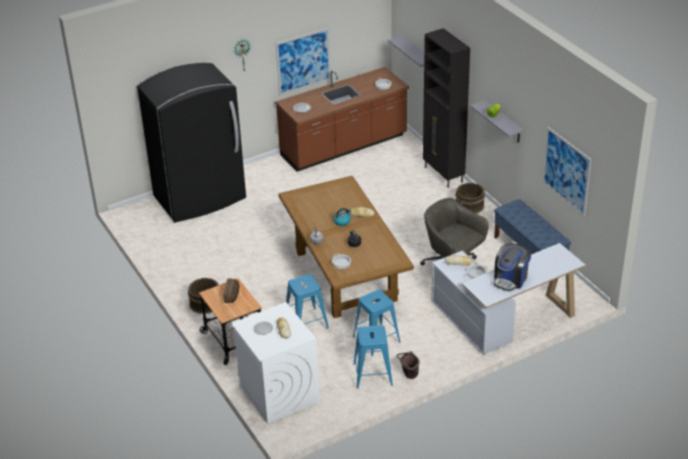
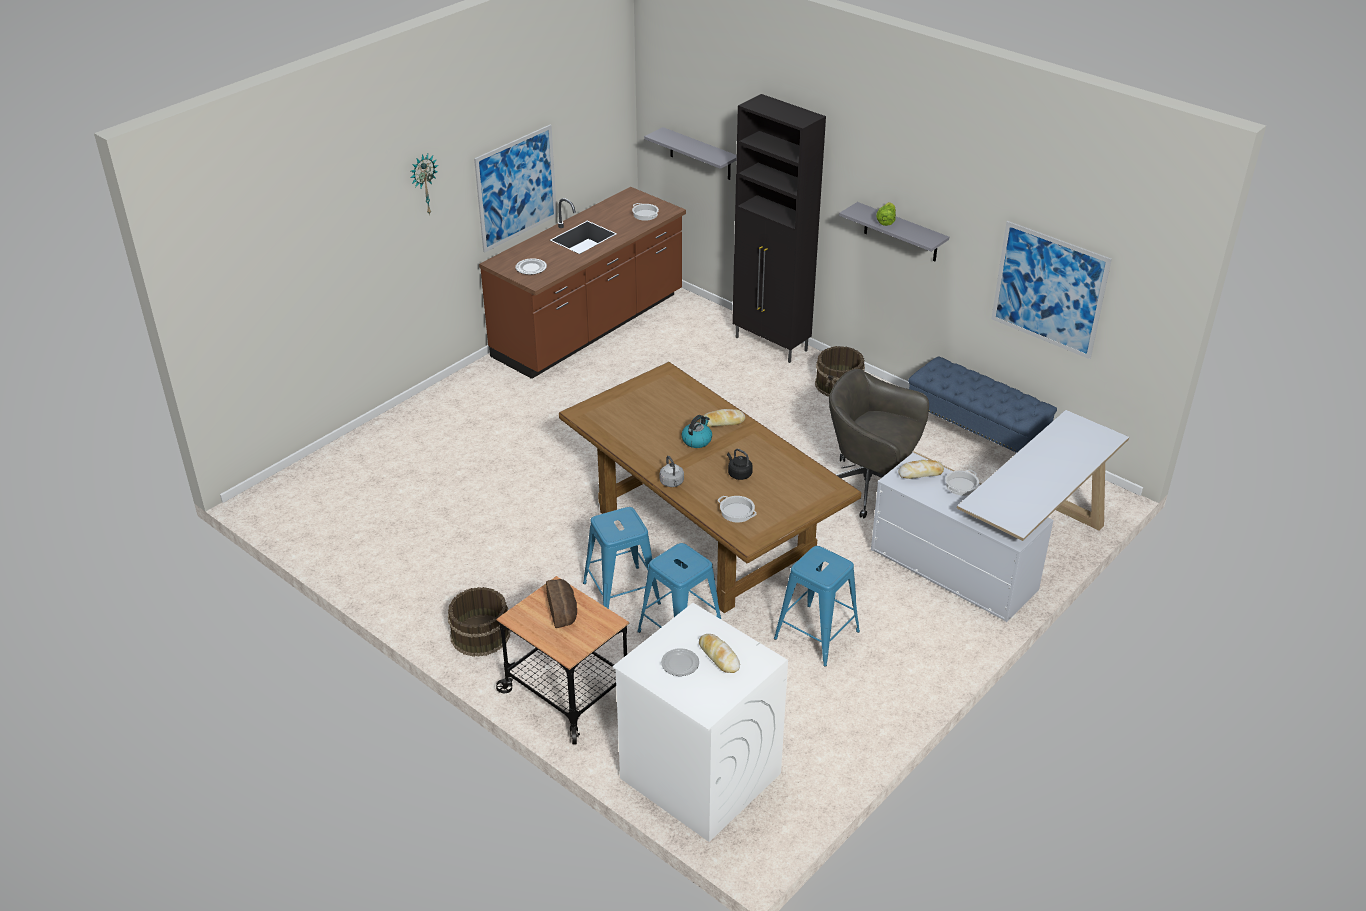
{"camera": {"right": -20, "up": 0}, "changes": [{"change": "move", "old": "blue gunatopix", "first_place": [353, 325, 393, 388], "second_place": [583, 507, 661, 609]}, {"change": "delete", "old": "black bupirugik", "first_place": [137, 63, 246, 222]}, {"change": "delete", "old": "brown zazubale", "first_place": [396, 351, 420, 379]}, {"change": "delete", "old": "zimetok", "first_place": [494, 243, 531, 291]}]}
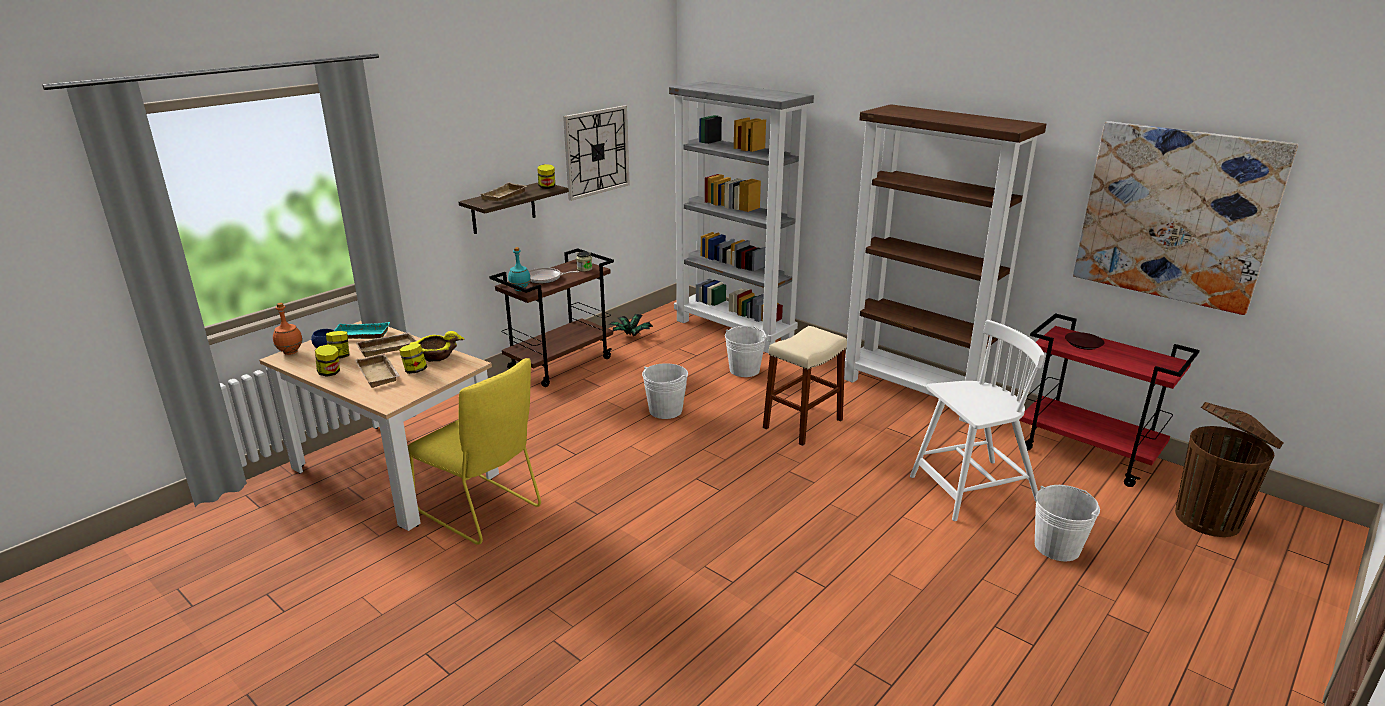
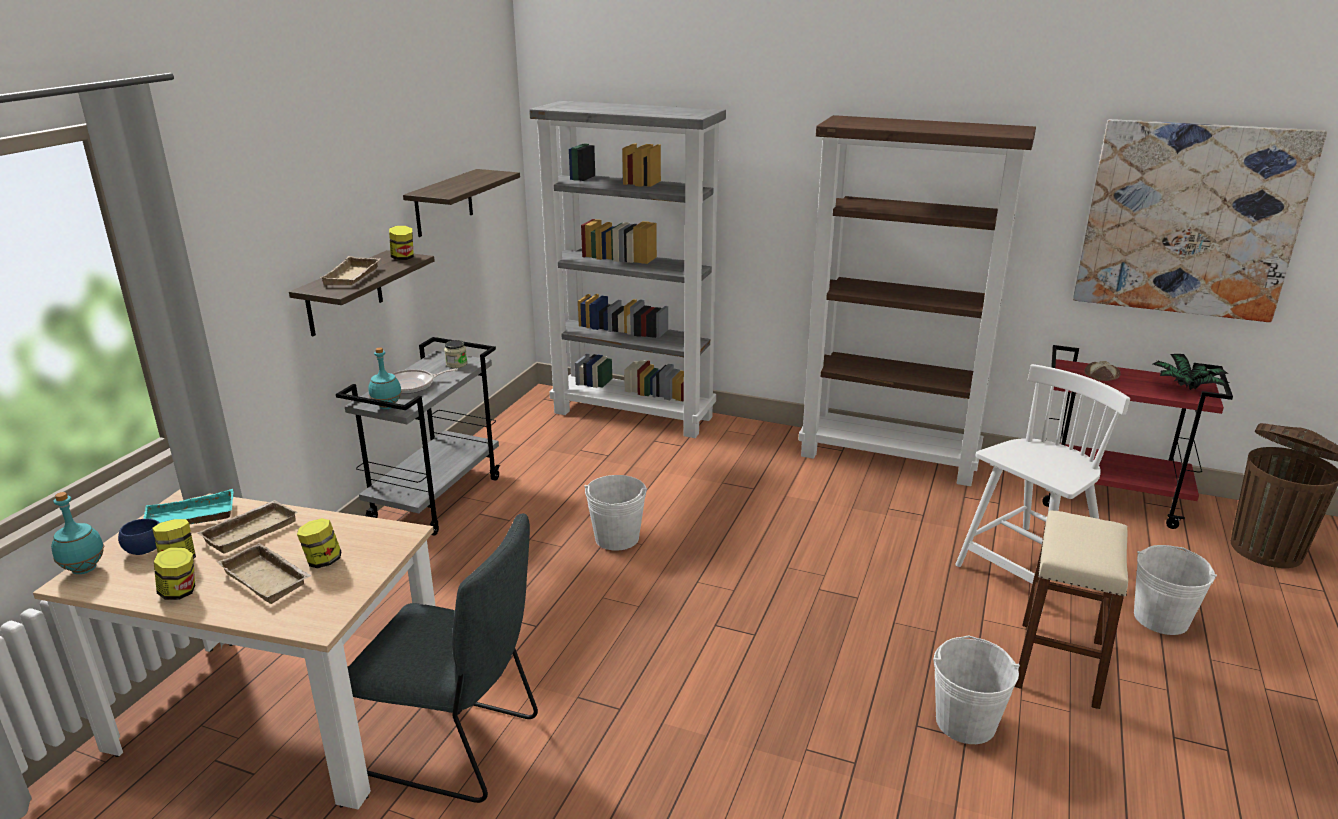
{"camera": {"right": -20, "up": 0}, "changes": [{"change": "recolor", "old": "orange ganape", "new": "turquoise ganape", "first_place": [273, 303, 303, 355], "second_place": [51, 492, 104, 574]}, {"change": "recolor", "old": "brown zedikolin", "new": "grey zedikolin", "first_place": [489, 248, 614, 387], "second_place": [336, 337, 500, 536]}, {"change": "recolor", "old": "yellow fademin", "new": "grey fademin", "first_place": [408, 358, 541, 545], "second_place": [348, 513, 538, 803]}, {"change": "replace", "old": "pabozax", "new": "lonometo", "first_place": [563, 105, 630, 201], "second_place": [403, 169, 520, 237]}, {"change": "move", "old": "white zazubale", "first_place": [725, 326, 767, 377], "second_place": [933, 636, 1020, 744]}, {"change": "move", "old": "beige gunatopix", "first_place": [763, 326, 847, 446], "second_place": [1014, 510, 1128, 709]}, {"change": "replace", "old": "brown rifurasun", "new": "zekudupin", "first_place": [1065, 332, 1105, 350], "second_place": [1085, 361, 1121, 381]}, {"change": "move", "old": "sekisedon", "first_place": [609, 314, 653, 336], "second_place": [1153, 354, 1229, 390]}, {"change": "delete", "old": "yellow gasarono", "first_place": [410, 331, 464, 362]}]}
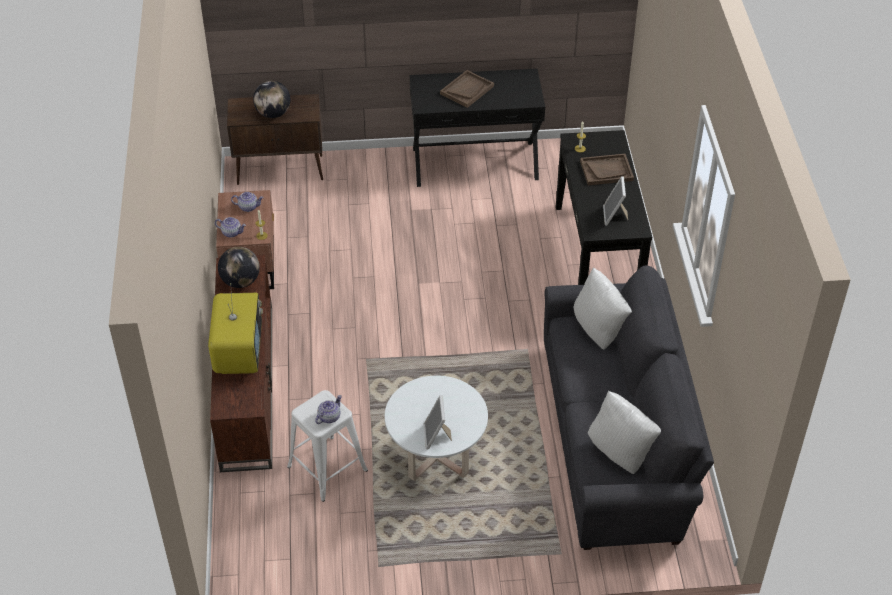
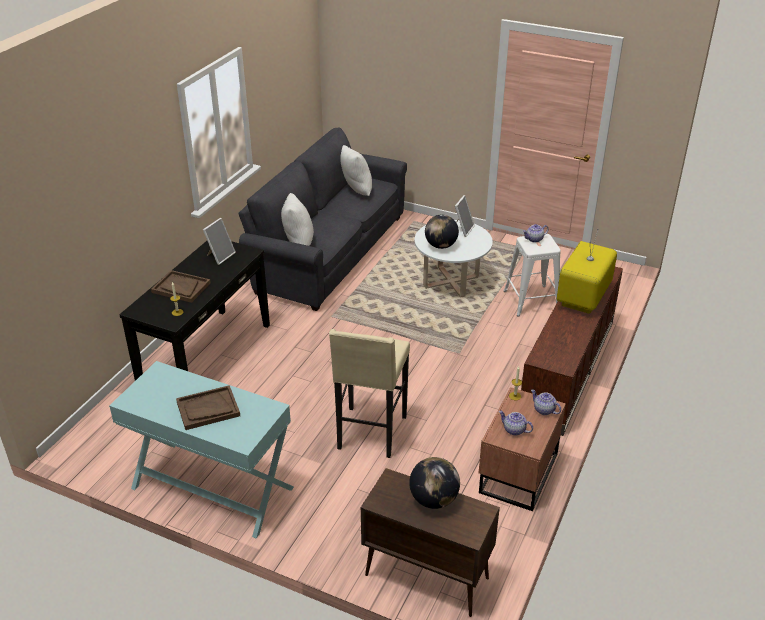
{"camera": {"right": -150, "up": -10}, "changes": [{"change": "recolor", "old": "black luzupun", "new": "turquoise luzupun", "first_place": [409, 69, 545, 187], "second_place": [109, 361, 294, 538]}, {"change": "insert", "new": "beige gunatopix", "second_place": [329, 329, 410, 458]}, {"change": "move", "old": "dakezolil", "first_place": [218, 247, 260, 288], "second_place": [425, 215, 459, 249]}]}
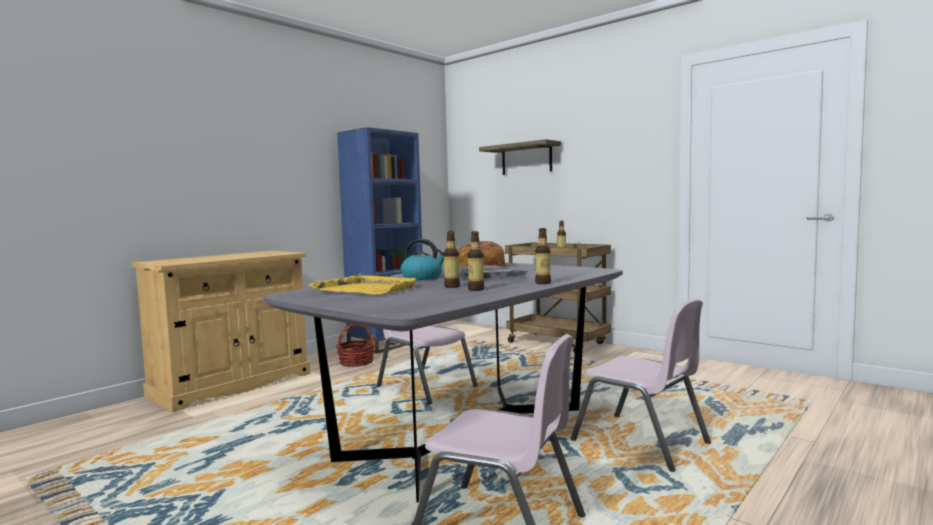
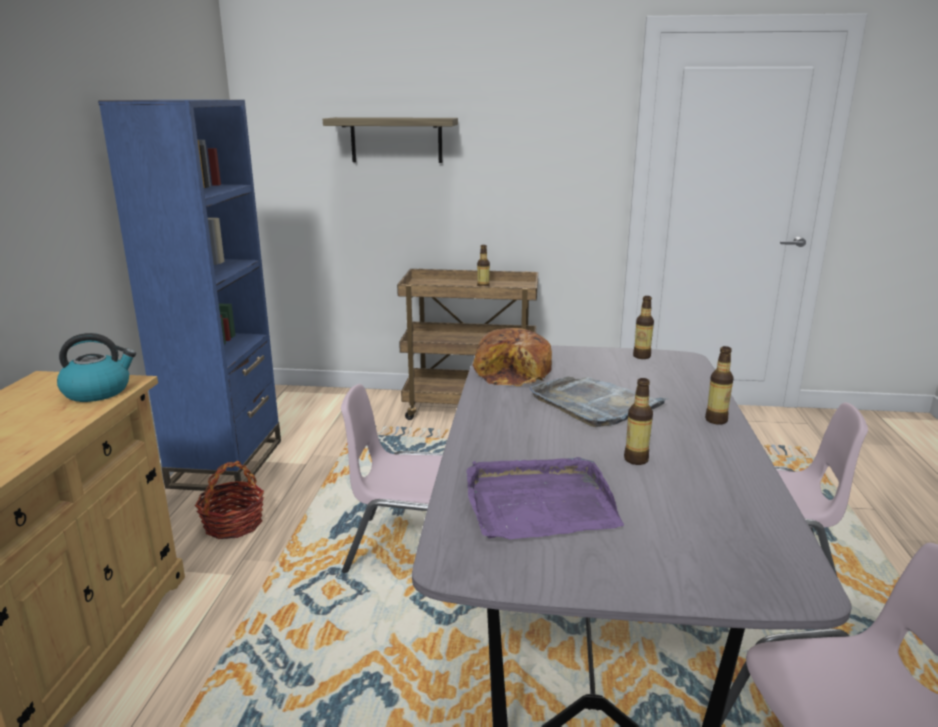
{"camera": {"right": -35, "up": 15}, "changes": [{"change": "move", "old": "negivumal", "first_place": [401, 239, 444, 280], "second_place": [57, 333, 136, 402]}, {"change": "recolor", "old": "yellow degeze", "new": "purple degeze", "first_place": [308, 274, 418, 295], "second_place": [466, 457, 624, 540]}, {"change": "move", "old": "ganape", "first_place": [467, 231, 484, 291], "second_place": [633, 296, 654, 359]}]}
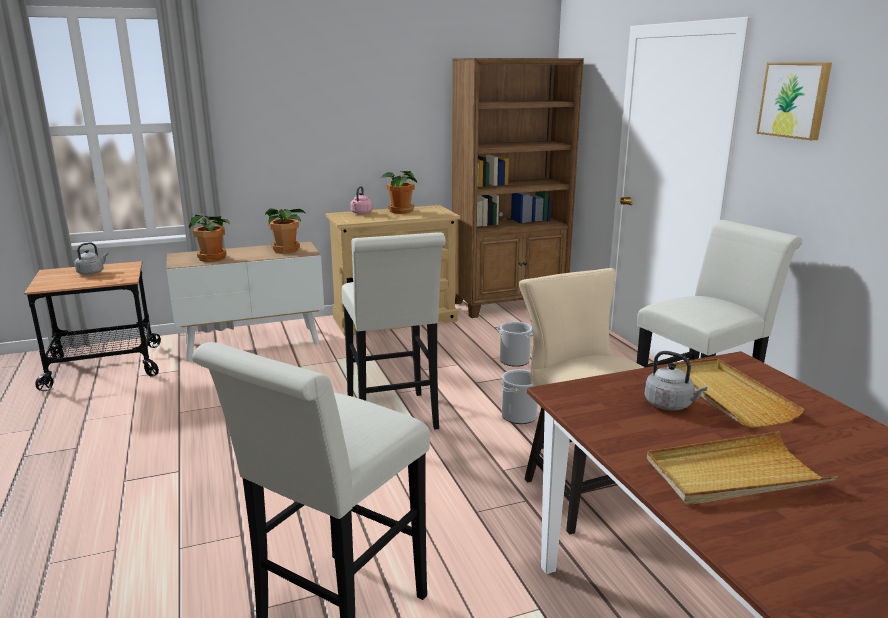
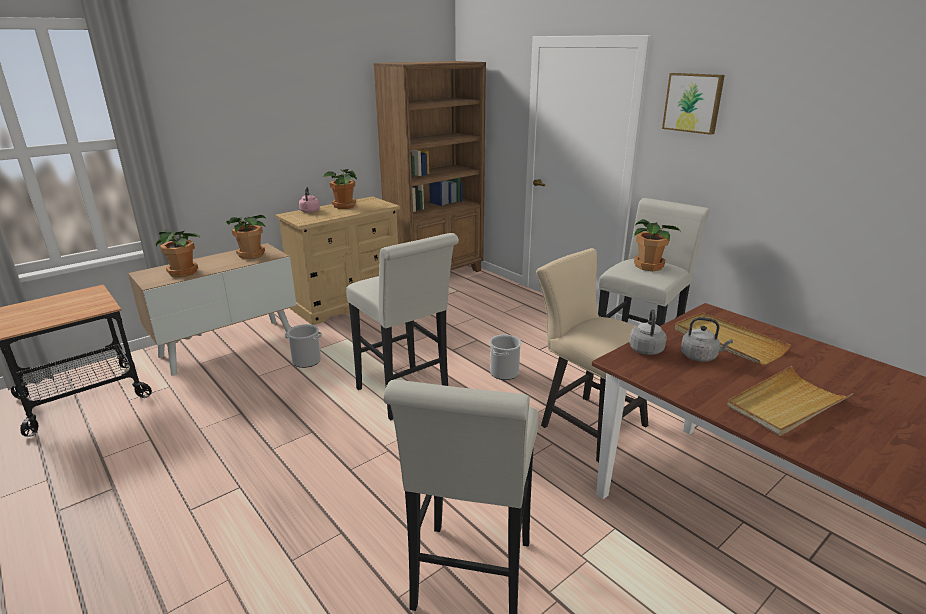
{"camera": {"right": -20, "up": 5}, "changes": [{"change": "move", "old": "zazubale", "first_place": [497, 322, 533, 367], "second_place": [285, 324, 322, 368]}, {"change": "move", "old": "grey negivumal", "first_place": [75, 242, 108, 275], "second_place": [629, 309, 667, 355]}, {"change": "insert", "new": "sekisedon", "second_place": [634, 219, 680, 271]}]}
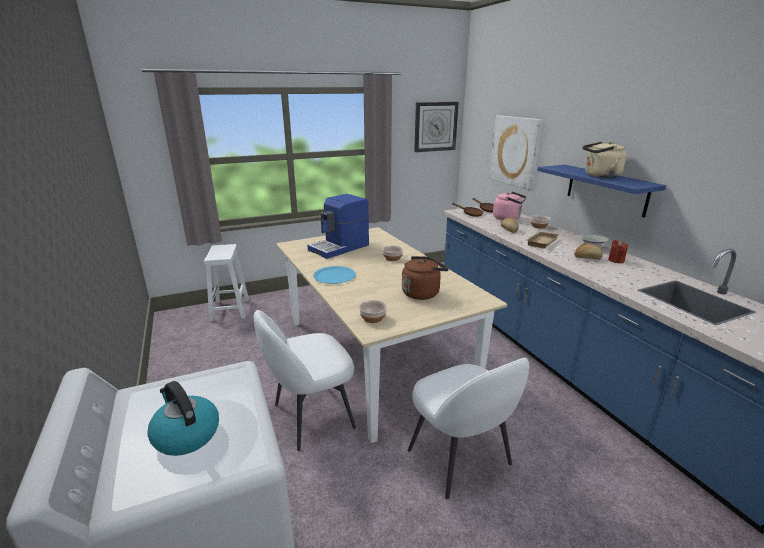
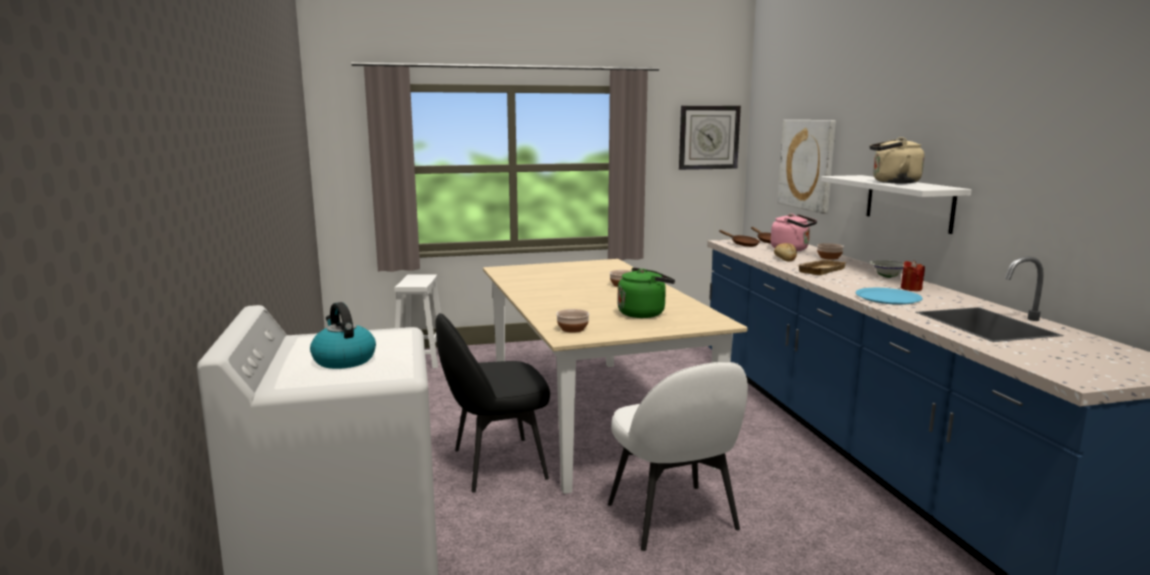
{"camera": {"right": 10, "up": -10}, "changes": [{"change": "recolor", "old": "white fademin", "new": "black fademin", "first_place": [254, 310, 356, 451], "second_place": [435, 313, 550, 493]}, {"change": "recolor", "old": "brown negivumal", "new": "green negivumal", "first_place": [402, 256, 449, 300], "second_place": [617, 267, 675, 318]}, {"change": "recolor", "old": "blue lonometo", "new": "white lonometo", "first_place": [537, 165, 666, 218], "second_place": [821, 175, 972, 234]}, {"change": "move", "old": "blue rifurasun", "first_place": [313, 266, 356, 284], "second_place": [855, 288, 923, 305]}, {"change": "delete", "old": "zimetok", "first_place": [307, 194, 369, 259]}, {"change": "delete", "old": "zekudupin", "first_place": [574, 243, 603, 259]}]}
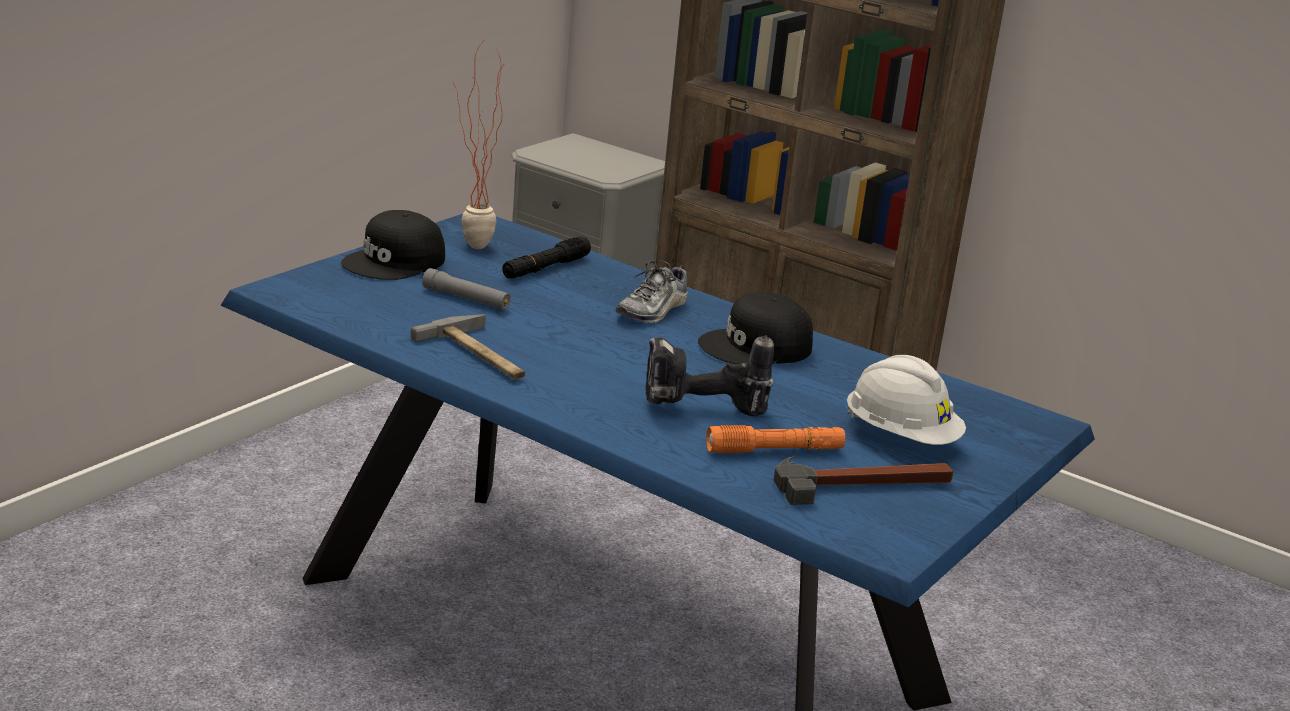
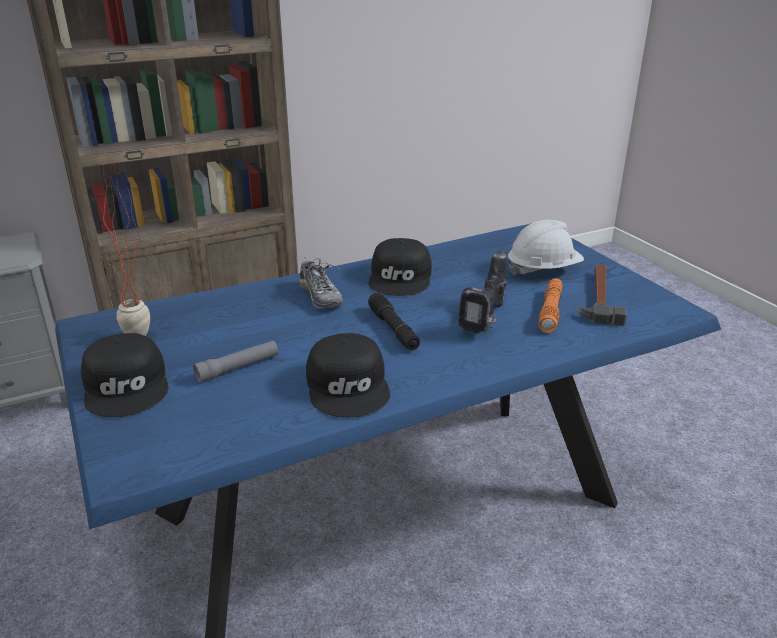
{"camera": {"right": -60, "up": 5}, "changes": [{"change": "replace", "old": "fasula", "new": "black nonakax", "first_place": [411, 314, 525, 380], "second_place": [306, 333, 390, 418]}, {"change": "move", "old": "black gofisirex", "first_place": [502, 236, 591, 278], "second_place": [368, 293, 420, 351]}]}
